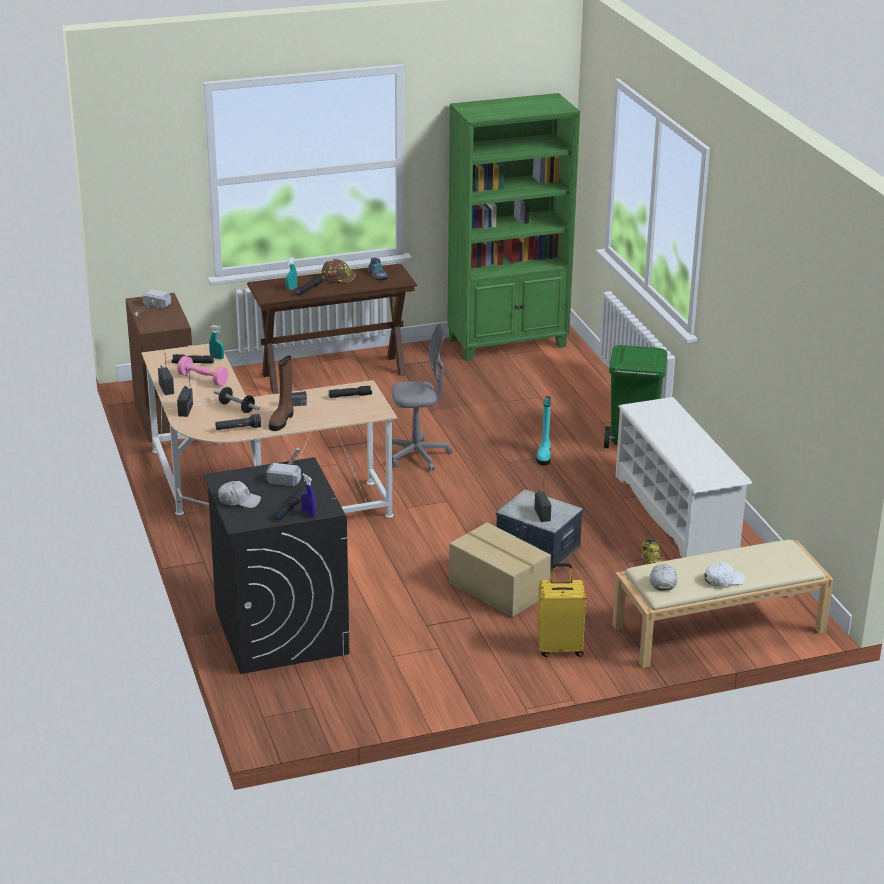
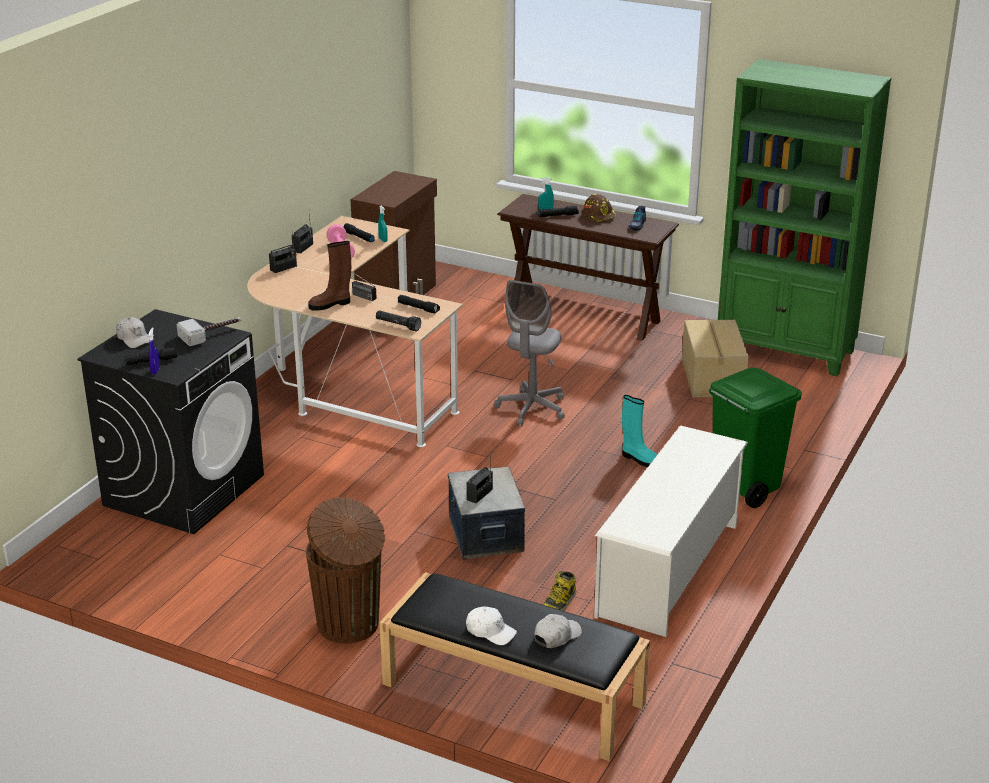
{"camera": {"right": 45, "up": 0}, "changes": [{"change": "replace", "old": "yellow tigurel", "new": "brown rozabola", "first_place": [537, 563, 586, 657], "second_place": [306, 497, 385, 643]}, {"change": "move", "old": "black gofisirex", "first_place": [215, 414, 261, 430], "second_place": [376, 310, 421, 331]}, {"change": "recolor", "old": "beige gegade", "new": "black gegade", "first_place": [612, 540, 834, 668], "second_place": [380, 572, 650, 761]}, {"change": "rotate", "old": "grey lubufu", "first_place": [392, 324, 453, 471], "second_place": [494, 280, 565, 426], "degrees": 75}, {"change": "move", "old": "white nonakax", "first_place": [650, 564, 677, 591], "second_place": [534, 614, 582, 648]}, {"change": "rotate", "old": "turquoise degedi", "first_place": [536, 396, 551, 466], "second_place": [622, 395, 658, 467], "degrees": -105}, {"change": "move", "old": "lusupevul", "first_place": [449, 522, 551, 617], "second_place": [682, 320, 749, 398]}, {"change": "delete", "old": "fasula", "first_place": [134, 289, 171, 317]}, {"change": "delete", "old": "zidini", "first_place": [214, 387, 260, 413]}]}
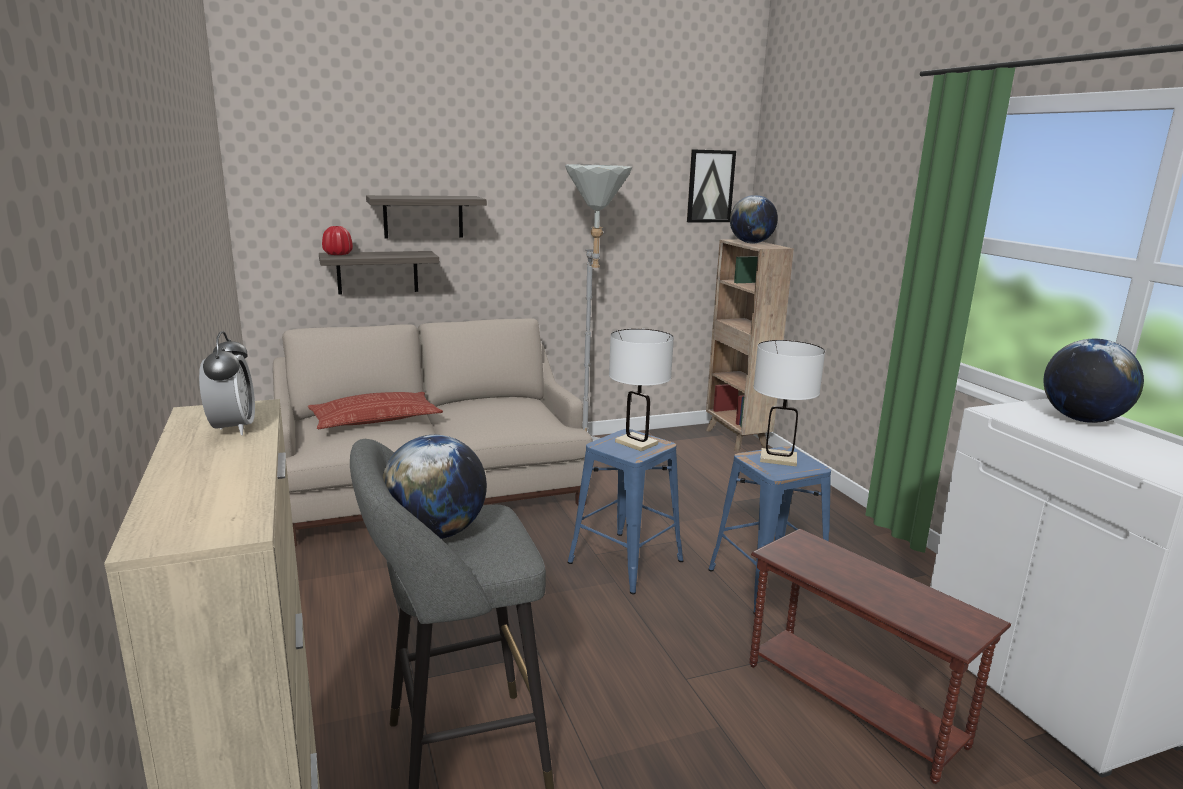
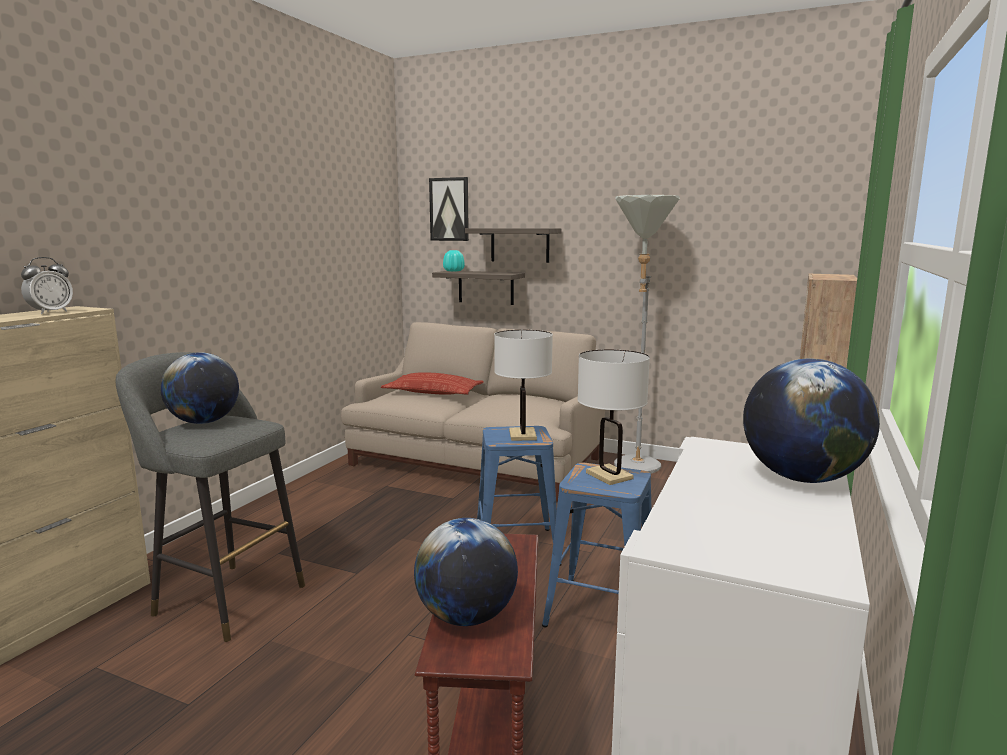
{"camera": {"right": 45, "up": -5}, "changes": [{"change": "move", "old": "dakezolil", "first_place": [730, 195, 778, 243], "second_place": [414, 518, 518, 626]}, {"change": "move", "old": "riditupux", "first_place": [687, 149, 736, 222], "second_place": [429, 177, 469, 241]}, {"change": "recolor", "old": "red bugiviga", "new": "turquoise bugiviga", "first_place": [322, 226, 353, 255], "second_place": [443, 250, 465, 272]}]}
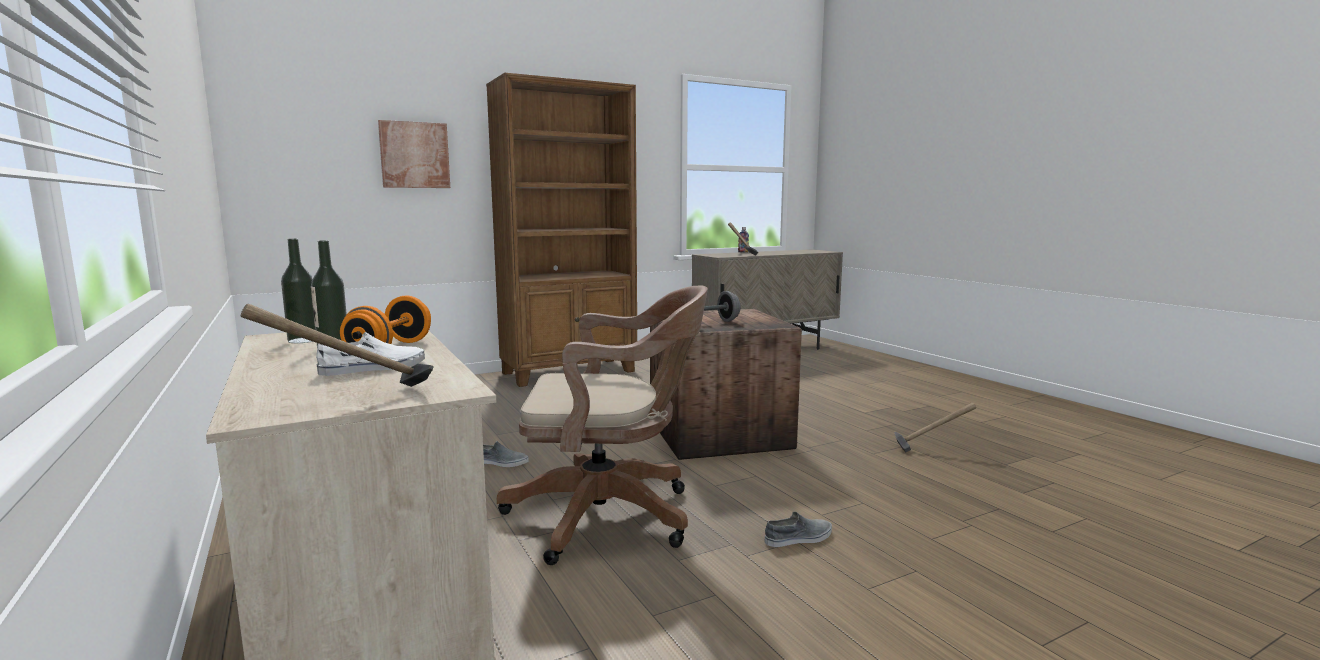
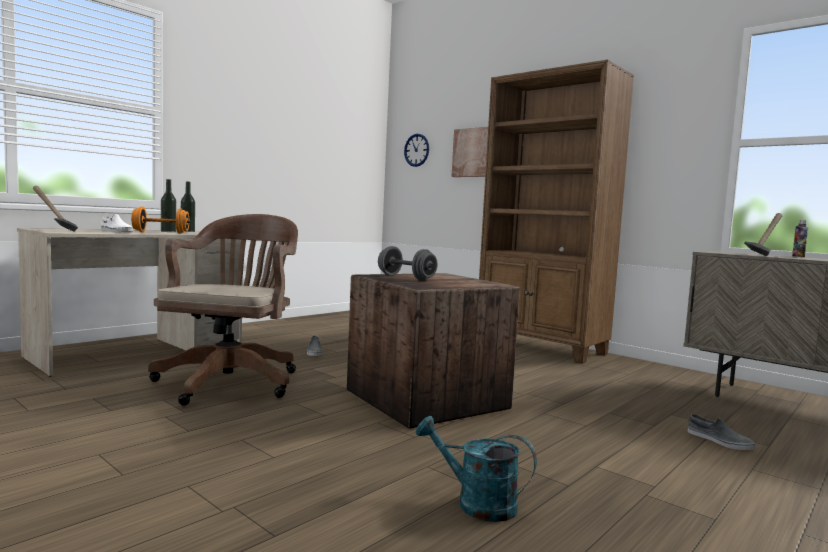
{"camera": {"right": 70, "up": -5}, "changes": [{"change": "rotate", "old": "brown lubufu", "first_place": [497, 286, 708, 565], "second_place": [148, 214, 298, 405], "degrees": -150}, {"change": "insert", "new": "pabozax", "second_place": [404, 134, 429, 167]}, {"change": "replace", "old": "fasula", "new": "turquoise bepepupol", "first_place": [894, 403, 976, 453], "second_place": [416, 416, 537, 522]}, {"change": "move", "old": "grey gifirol", "first_place": [765, 512, 832, 547], "second_place": [688, 414, 755, 450]}]}
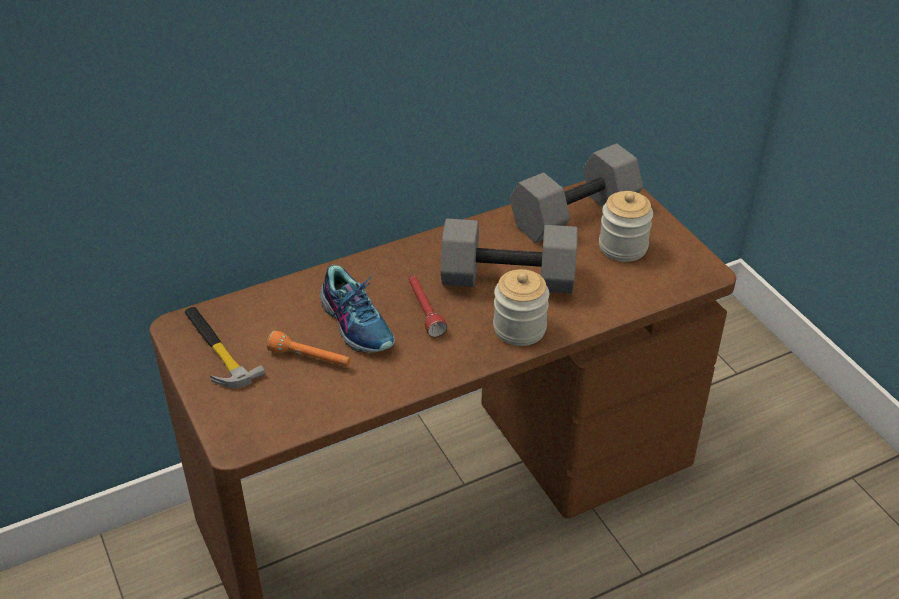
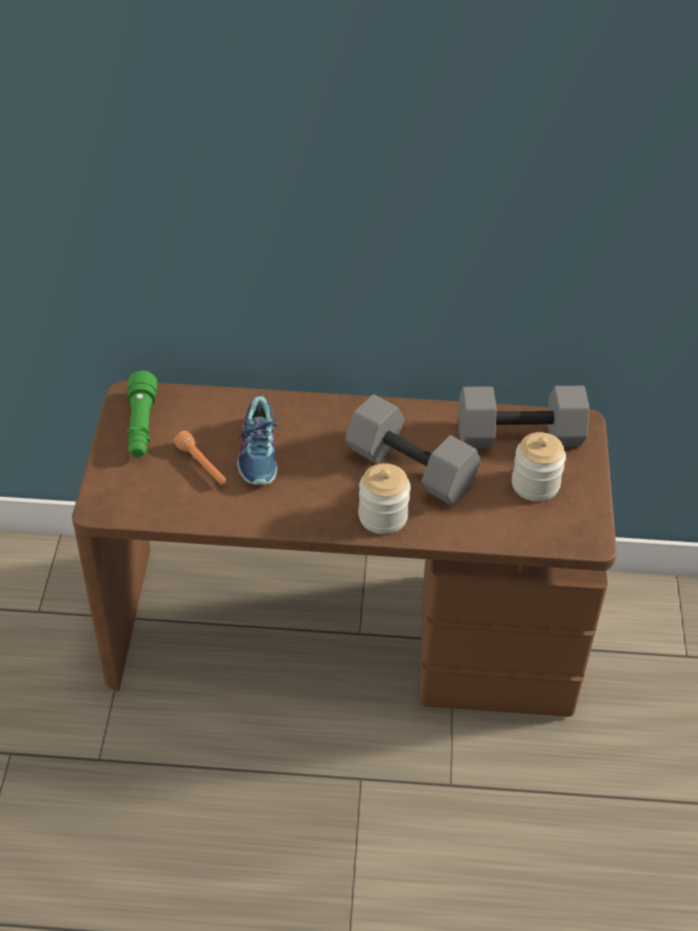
{"camera": {"right": 30, "up": 5}, "changes": [{"change": "replace", "old": "fasula", "new": "green gofisirex", "first_place": [185, 307, 265, 389], "second_place": [127, 370, 157, 457]}, {"change": "delete", "old": "red gofisirex", "first_place": [409, 275, 447, 337]}]}
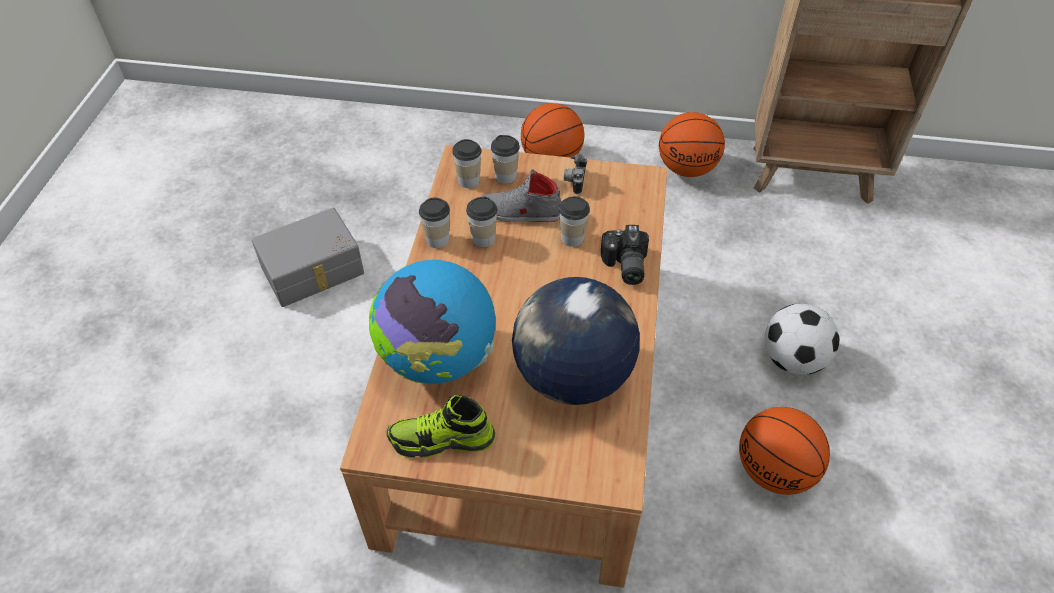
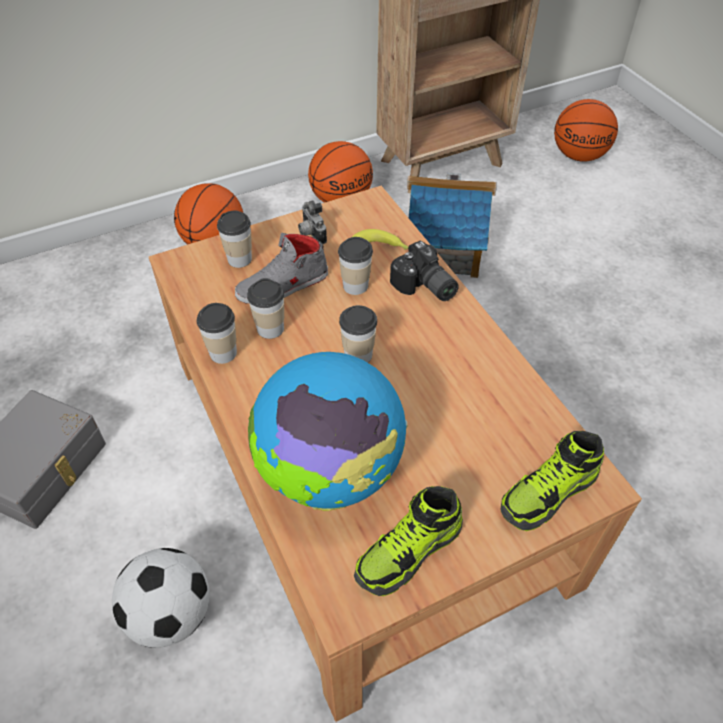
{"camera": {"right": -35, "up": 0}, "changes": [{"change": "move", "old": "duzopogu", "first_place": [764, 304, 839, 375], "second_place": [112, 548, 210, 648]}, {"change": "move", "old": "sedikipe", "first_place": [452, 139, 481, 188], "second_place": [339, 305, 377, 363]}, {"change": "insert", "new": "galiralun", "second_place": [352, 229, 409, 250]}, {"change": "insert", "new": "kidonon", "second_place": [407, 173, 497, 278]}, {"change": "insert", "new": "gifirol", "second_place": [500, 431, 604, 531]}, {"change": "move", "old": "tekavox", "first_place": [739, 407, 830, 495], "second_place": [554, 99, 618, 162]}, {"change": "delete", "old": "dakezolil", "first_place": [512, 277, 640, 405]}]}
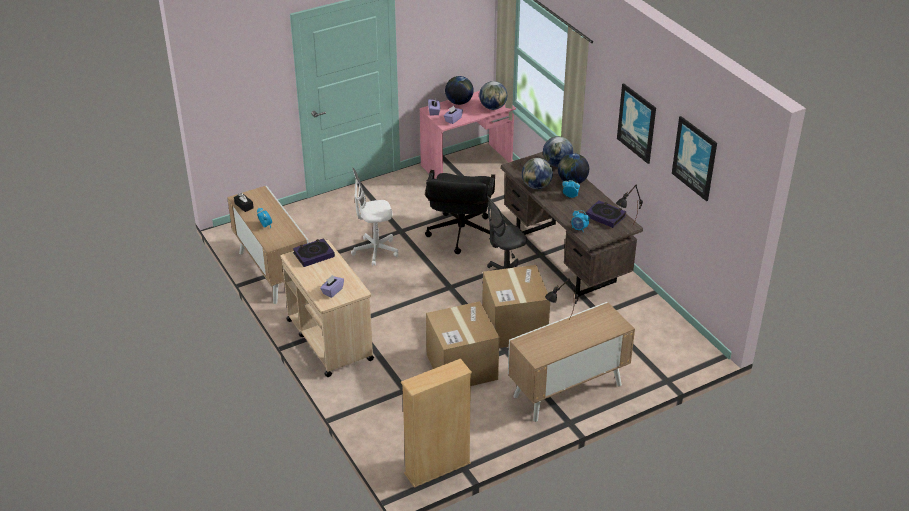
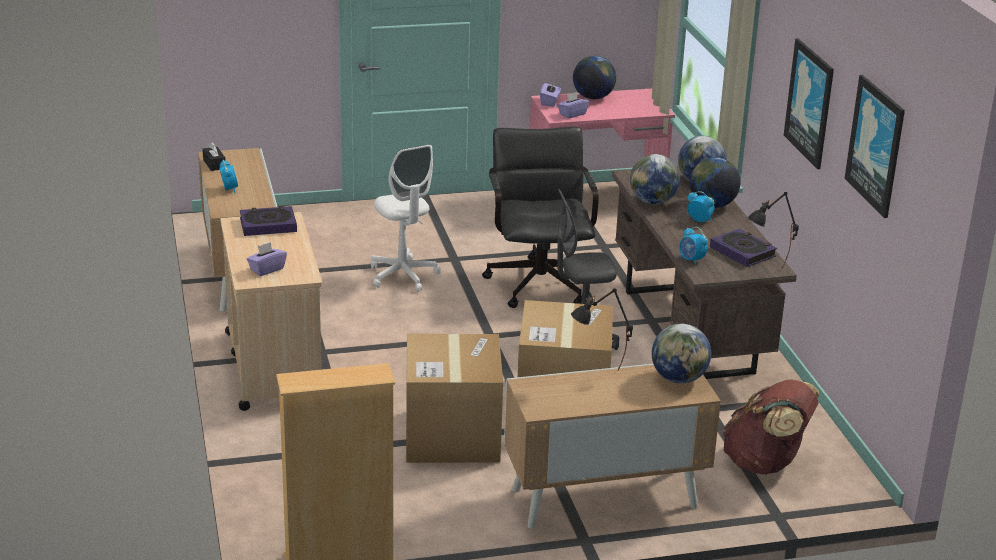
{"camera": {"right": 15, "up": -10}, "changes": [{"change": "rotate", "old": "white lubufu", "first_place": [351, 168, 398, 266], "second_place": [371, 144, 441, 292], "degrees": -120}, {"change": "rotate", "old": "black lubufu", "first_place": [425, 170, 495, 254], "second_place": [482, 127, 599, 308], "degrees": 150}, {"change": "move", "old": "dakezolil", "first_place": [479, 81, 507, 110], "second_place": [652, 324, 711, 384]}, {"change": "insert", "new": "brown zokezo", "second_place": [722, 379, 819, 475]}]}
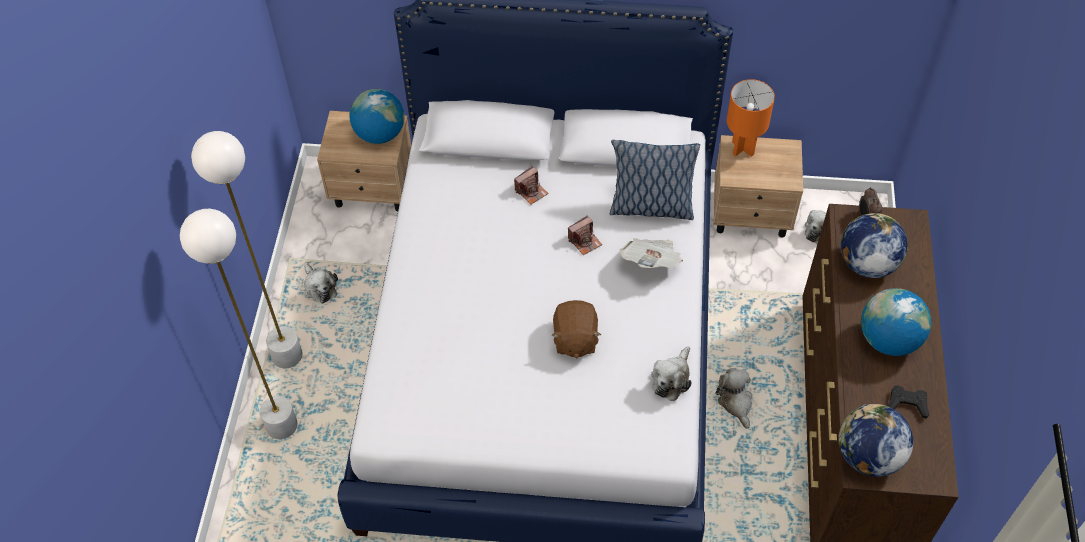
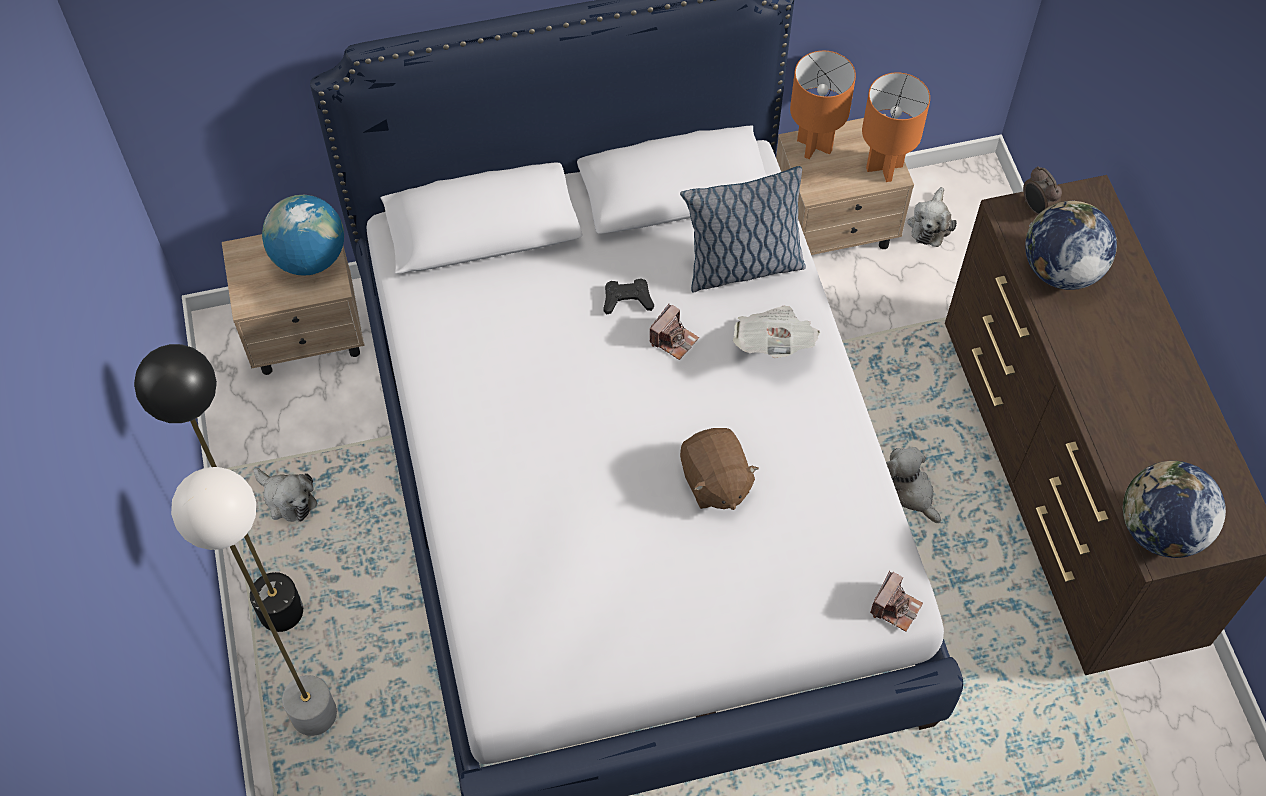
{"camera": {"right": -20, "up": 5}, "changes": [{"change": "recolor", "old": "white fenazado", "new": "black fenazado", "first_place": [191, 131, 303, 368], "second_place": [134, 344, 303, 632]}, {"change": "move", "old": "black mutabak", "first_place": [888, 385, 929, 419], "second_place": [603, 278, 654, 314]}, {"change": "insert", "new": "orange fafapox", "second_place": [862, 72, 930, 182]}, {"change": "move", "old": "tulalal", "first_place": [514, 166, 549, 205], "second_place": [870, 571, 923, 632]}, {"change": "delete", "old": "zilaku", "first_place": [651, 346, 692, 402]}, {"change": "delete", "old": "dakezolil", "first_place": [861, 288, 931, 356]}]}
